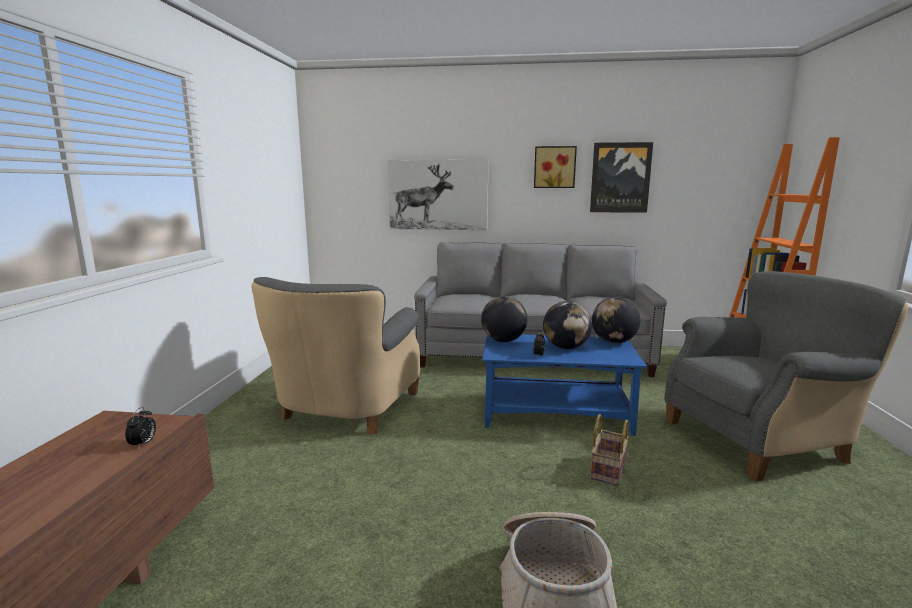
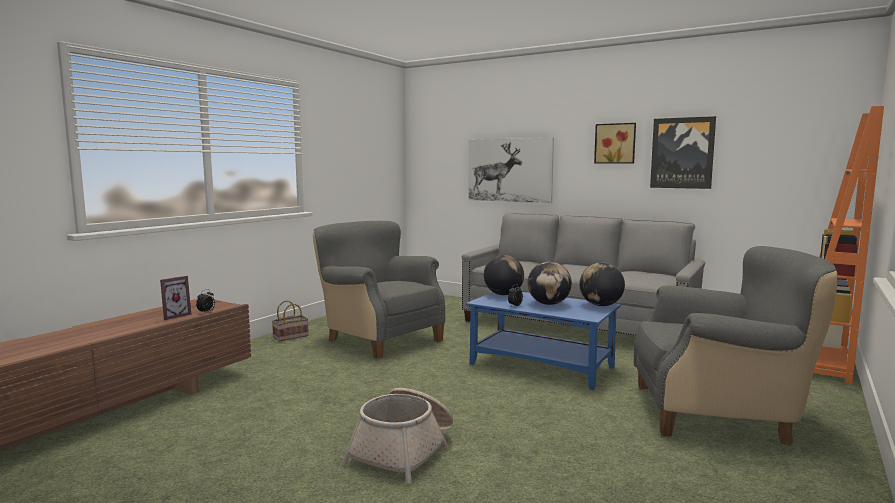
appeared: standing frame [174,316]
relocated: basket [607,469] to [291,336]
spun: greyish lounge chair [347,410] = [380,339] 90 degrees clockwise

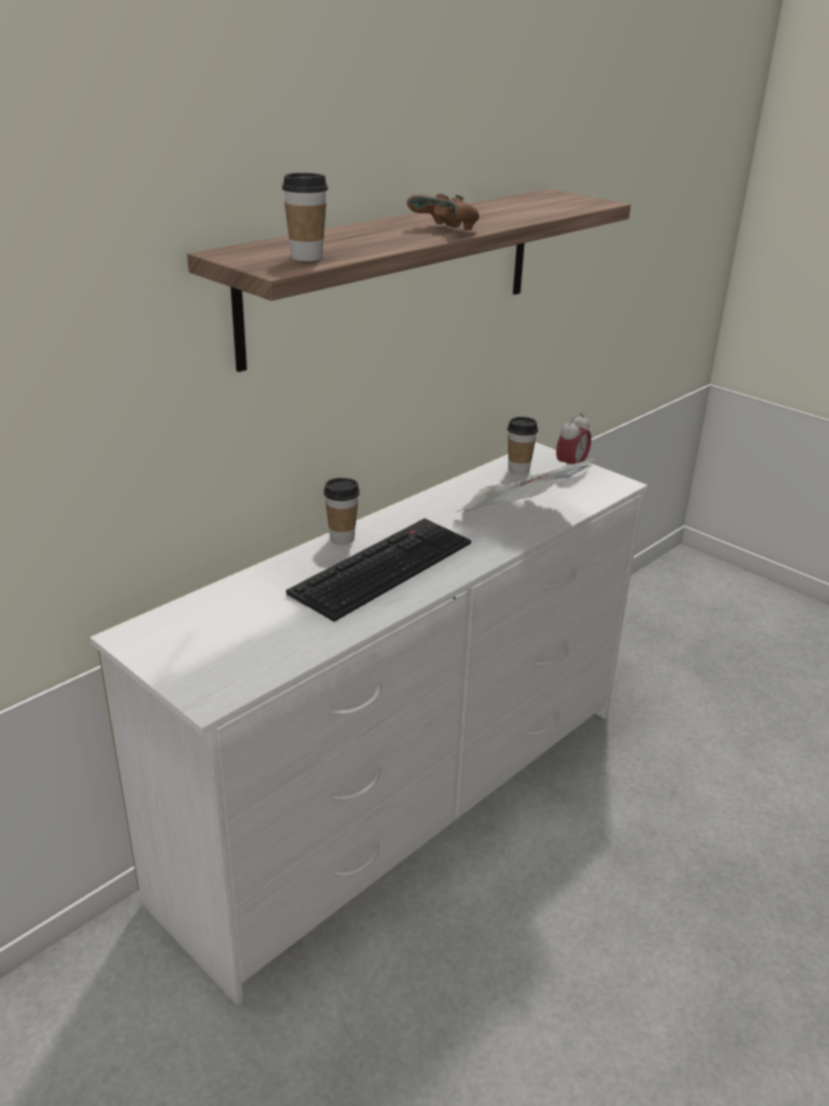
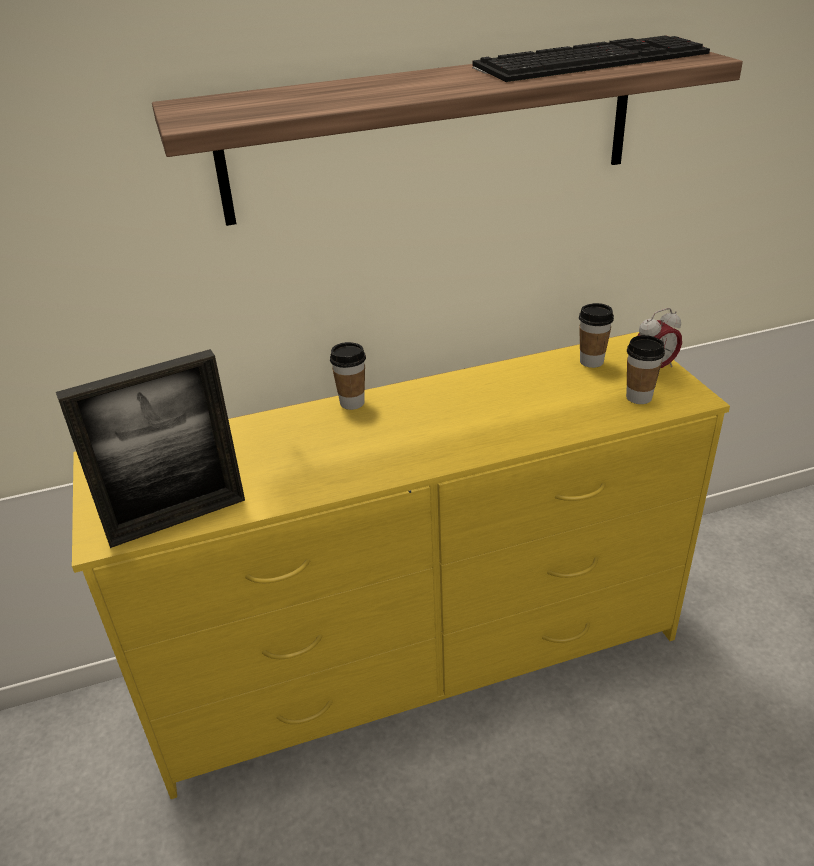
missing: brown joypad [446,229]; newspaper [519,518]
appeared: standing frame [177,519]
relocated: cup [306,257] to [639,397]; PC keyboard [382,566] to [591,60]
colour: white chest of drawers [404,800] to yellowish chest of drawers [418,661]

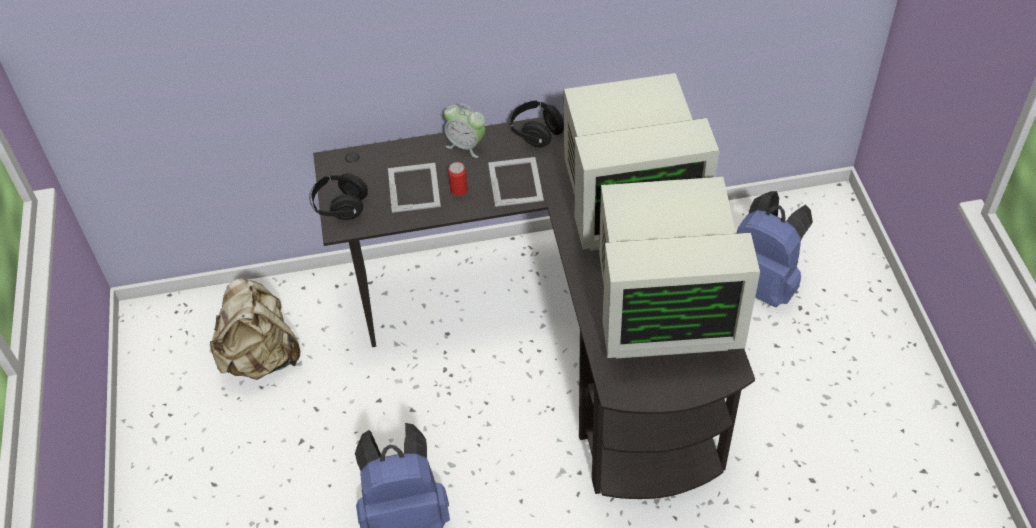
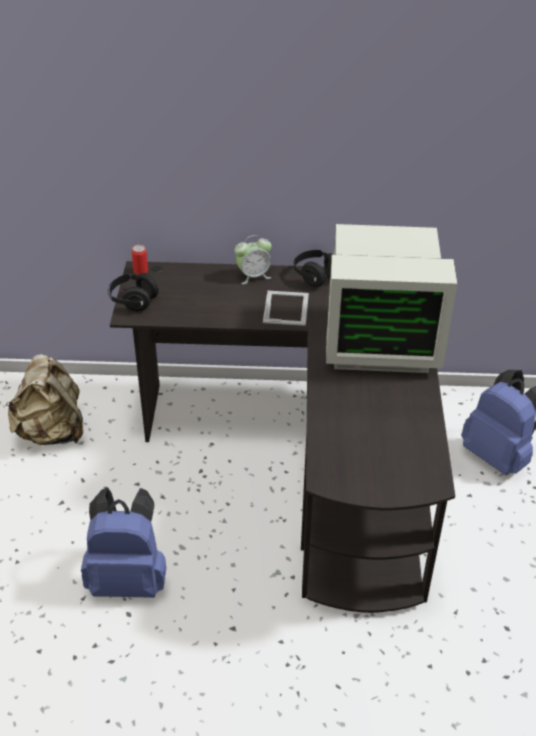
missing: standing frame [414,187]; computer screen [664,308]
relocated: can [459,190] to [140,271]
spun: table clock [466,145] = [253,276] 60 degrees counterclockwise

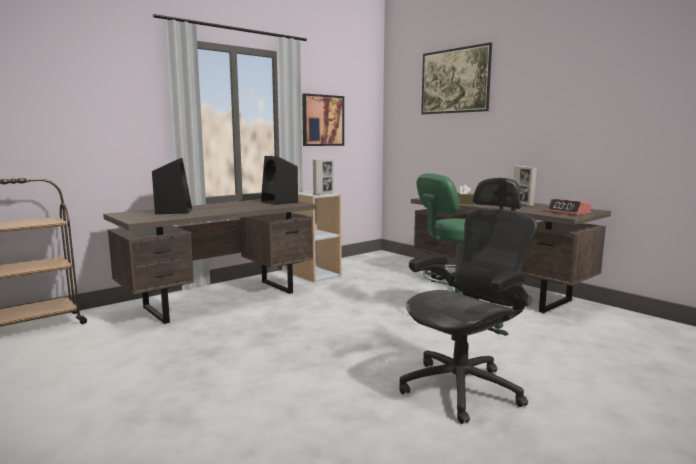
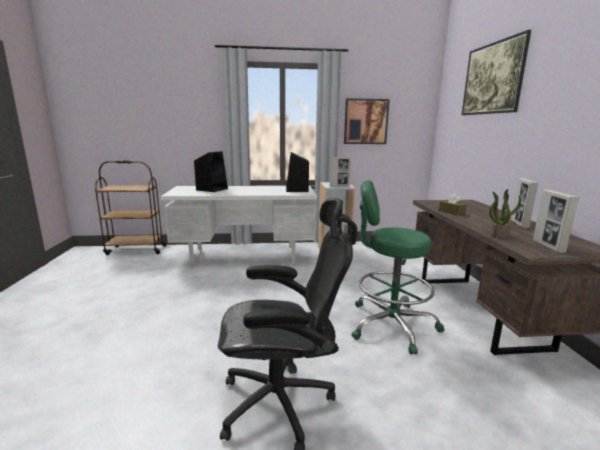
appeared: houseplant [499,235]
exchanged: table clock [568,212] to standing frame [548,246]
colour: brown desk [222,299] to white desk [245,256]

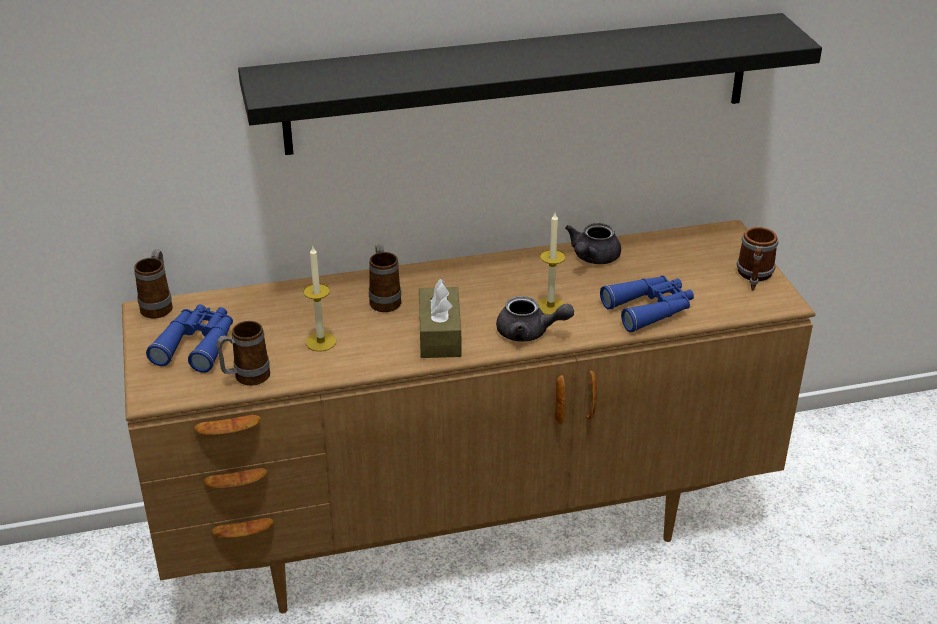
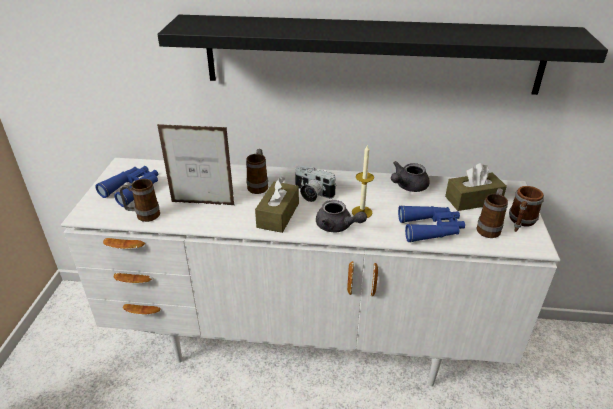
appeared: photo camera [312,194]; brown box of tissues [473,200]
relocated: coffee mug [159,305] to [489,228]
exchanged: wax candle [321,342] to standing frame [203,203]
colour: brown chest of drawers [467,533] to white chest of drawers [306,343]

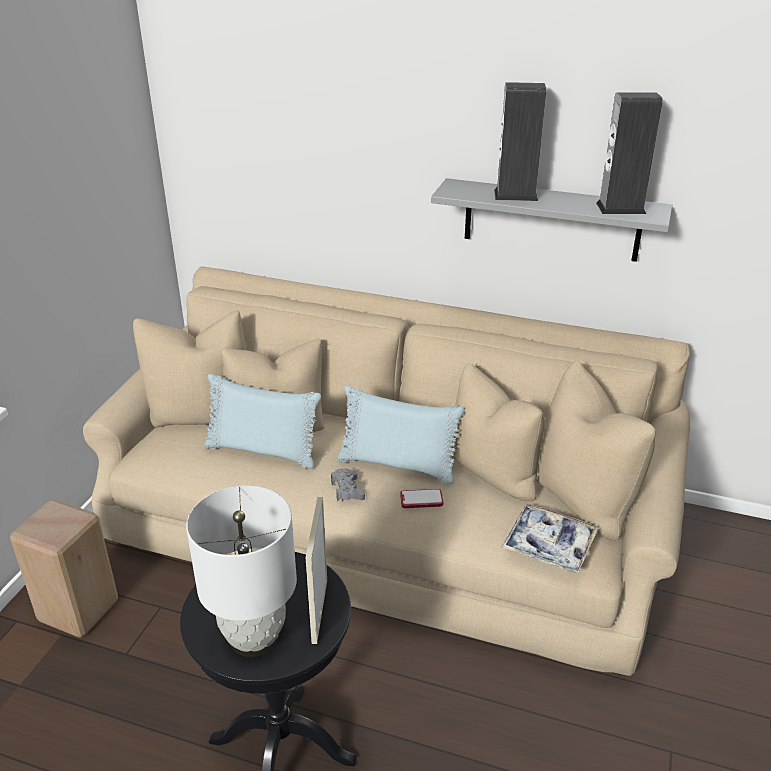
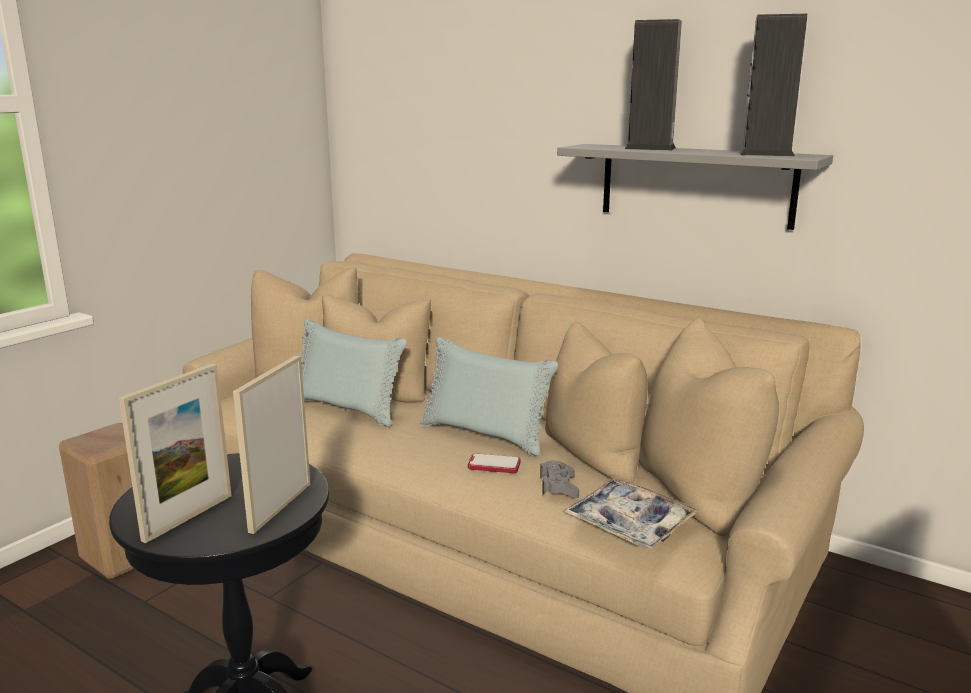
relocated: greyish joypad [347,490] to [559,486]
exchanged: white table lamp [254,637] to standing frame [188,517]

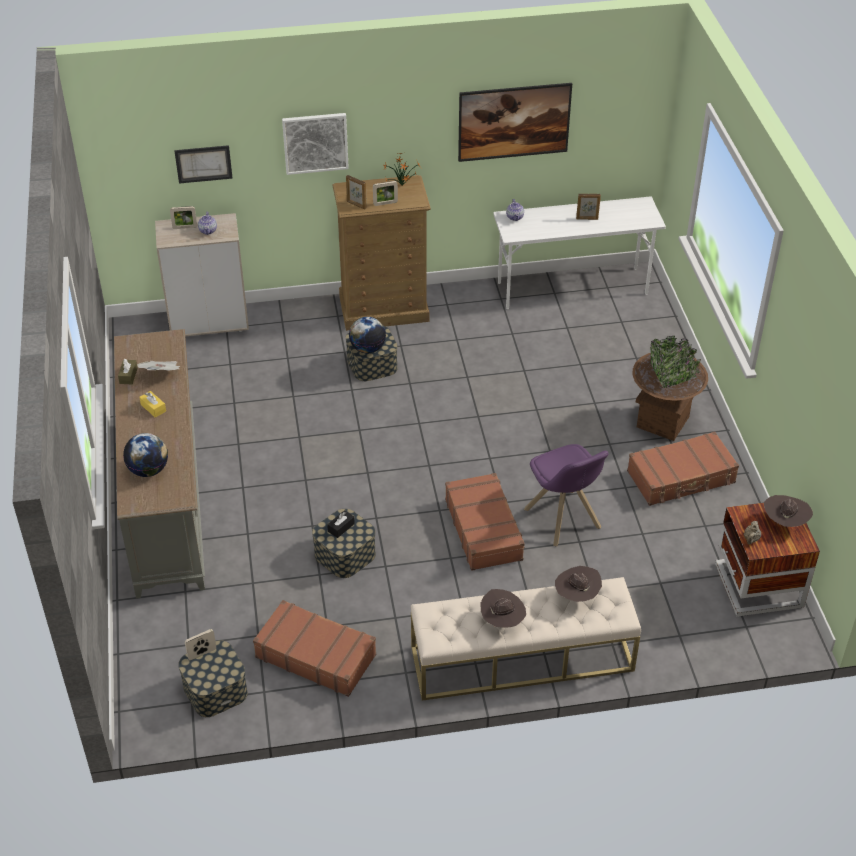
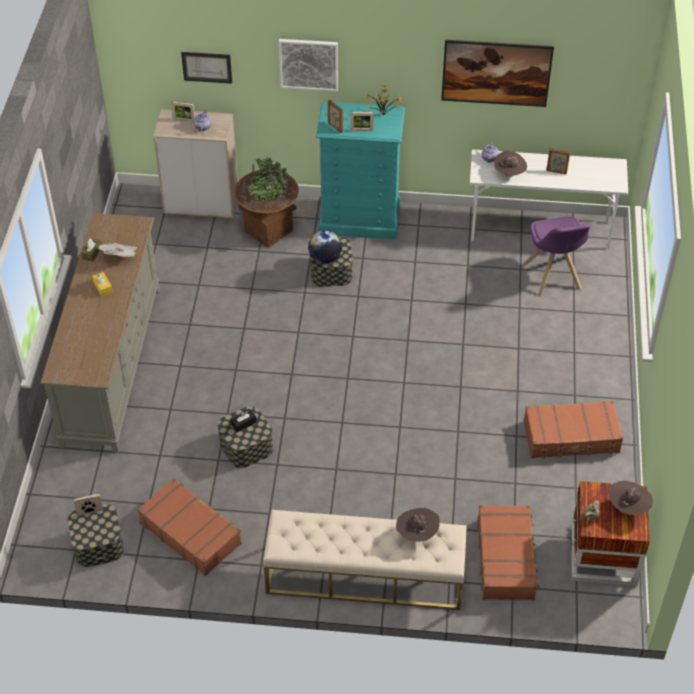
missing: globe [148,470]
relocated: brown suitcase [484,529] to [506,558]; brown hat [502,621] to [509,174]; purple-coloured plain chair [563,518] to [553,276]; brown planter [663,422] to [269,231]
colour: brown chest of drawers [384,309] to turquoise-coloured chest of drawers [360,219]

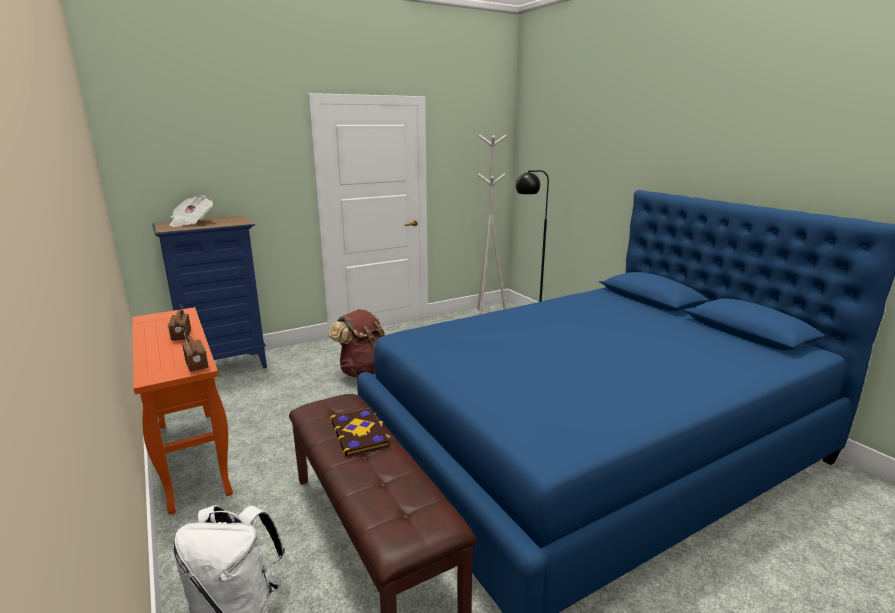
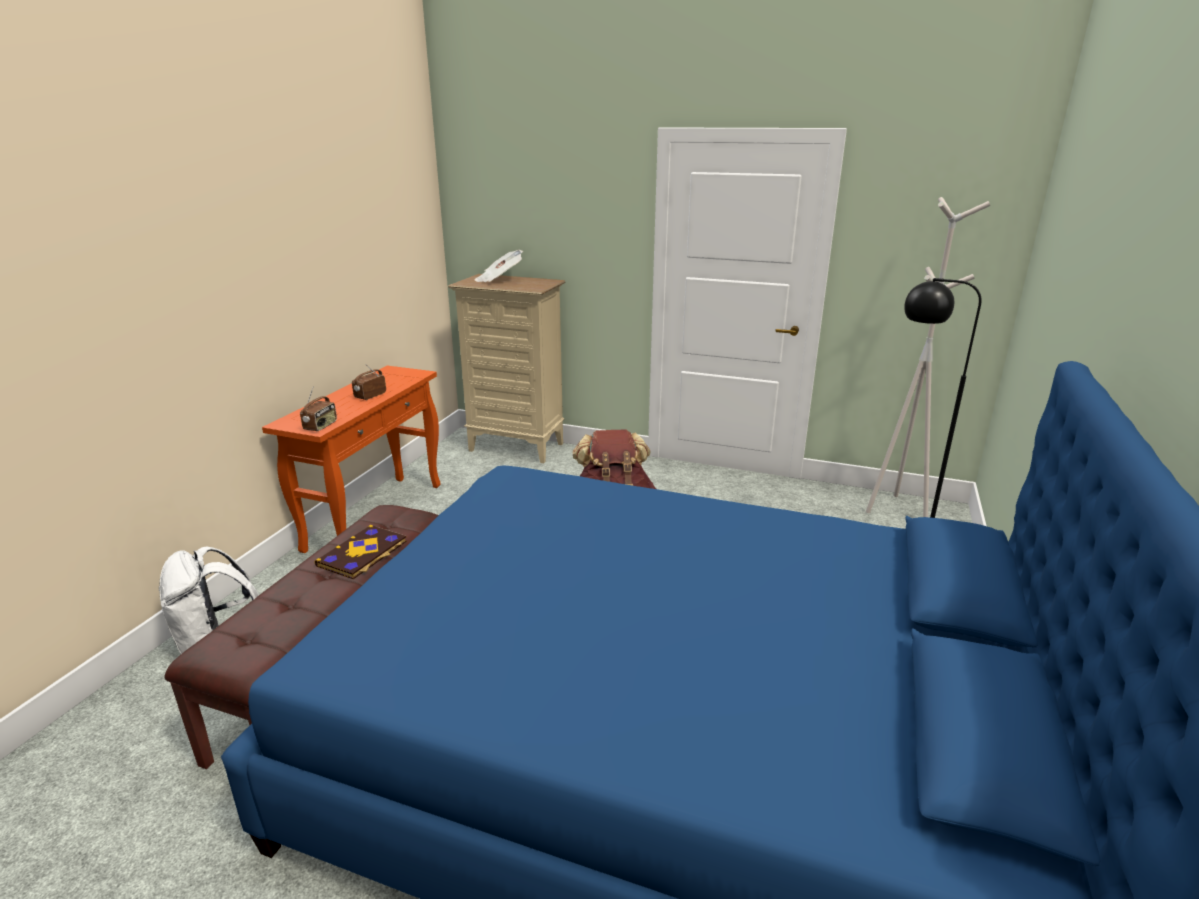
colour: blue-coloured chest of drawers [227,367] to beige chest of drawers [517,448]

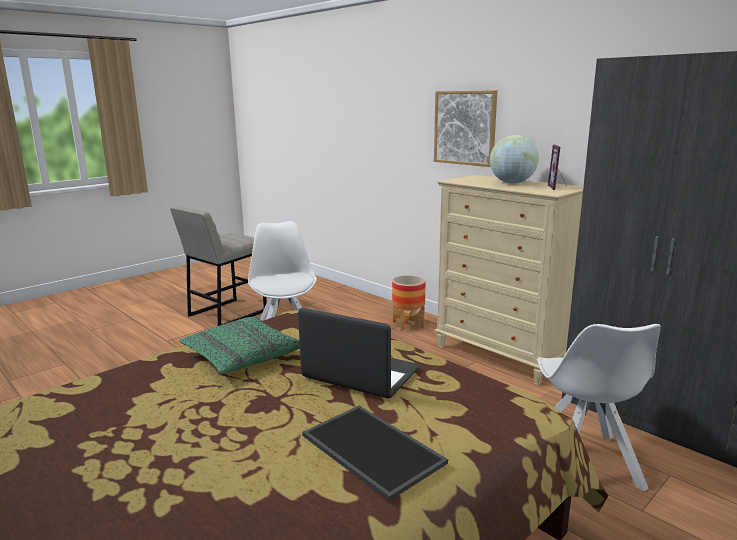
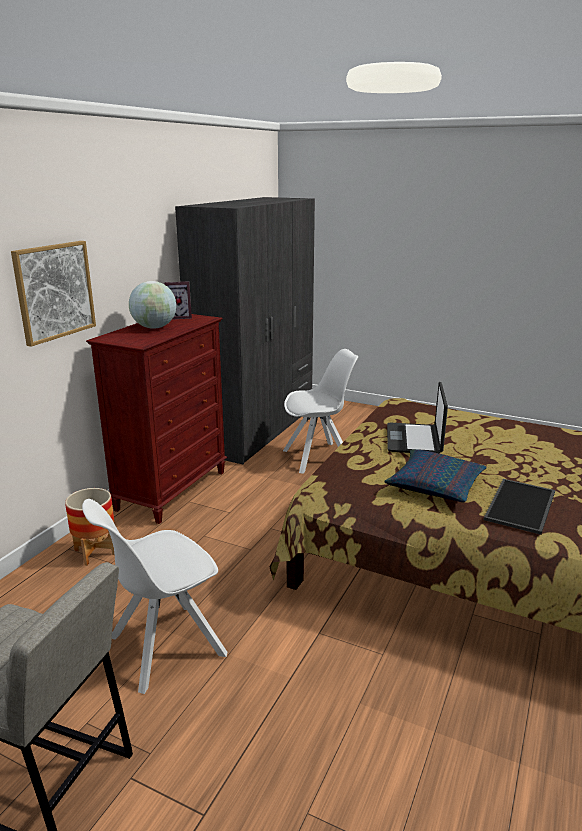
relocated: serving tray [369,449] to [521,506]
colour: green throw pillow [242,356] to blue-coloured throw pillow [435,486]; beige chest of drawers [501,356] to red-coloured chest of drawers [172,490]

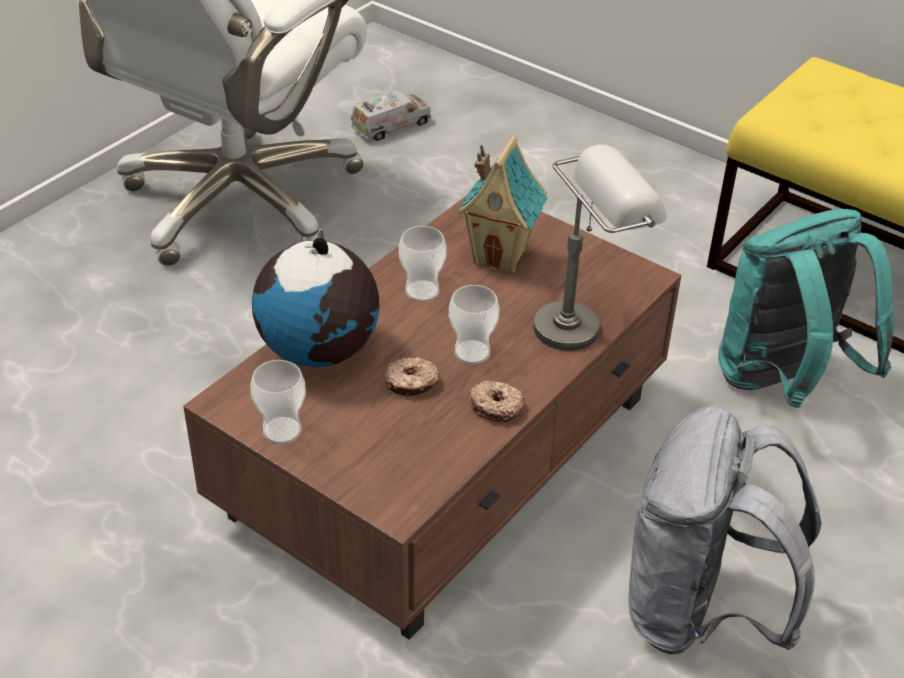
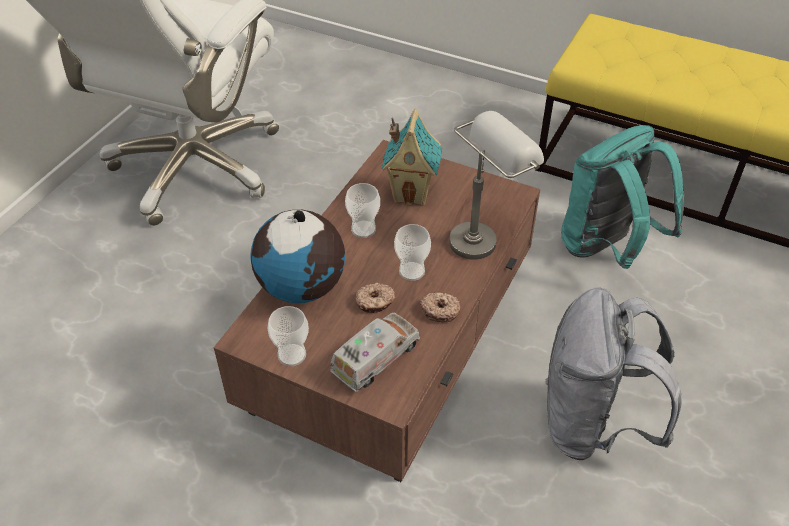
relocated: model truck [391,126] to [375,359]

